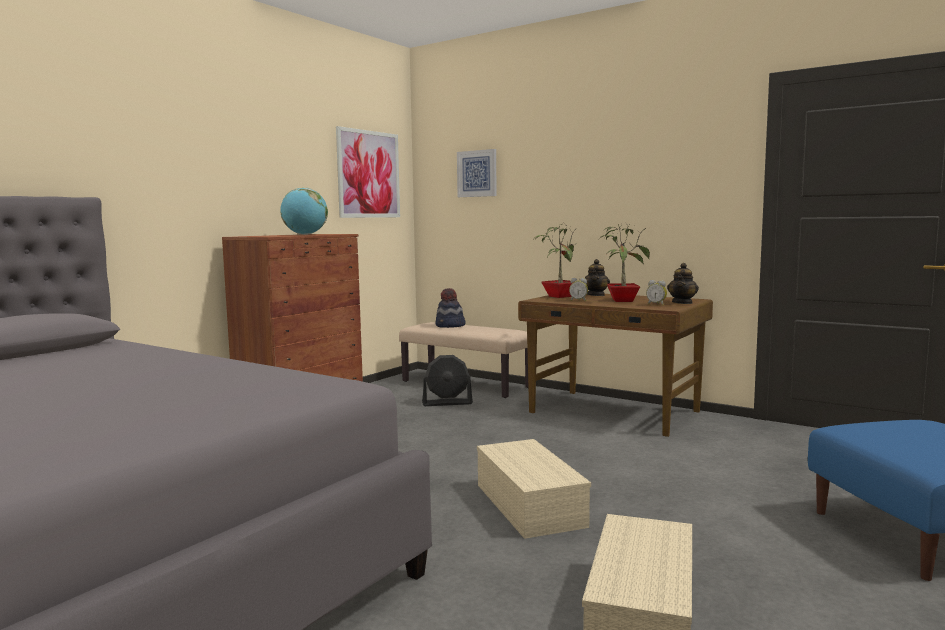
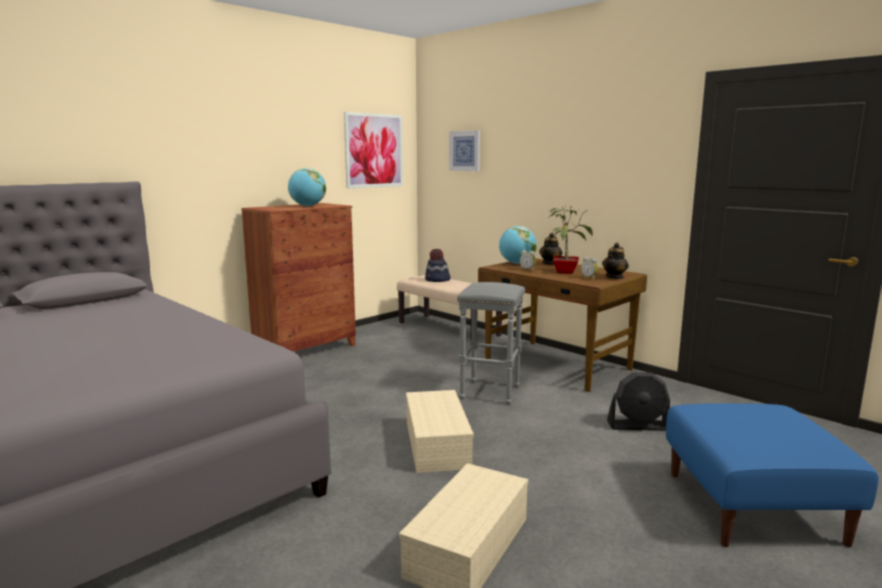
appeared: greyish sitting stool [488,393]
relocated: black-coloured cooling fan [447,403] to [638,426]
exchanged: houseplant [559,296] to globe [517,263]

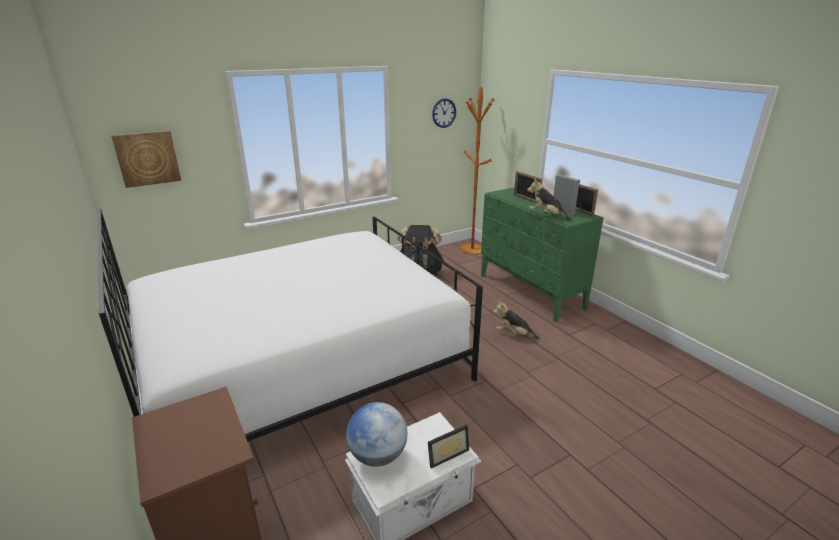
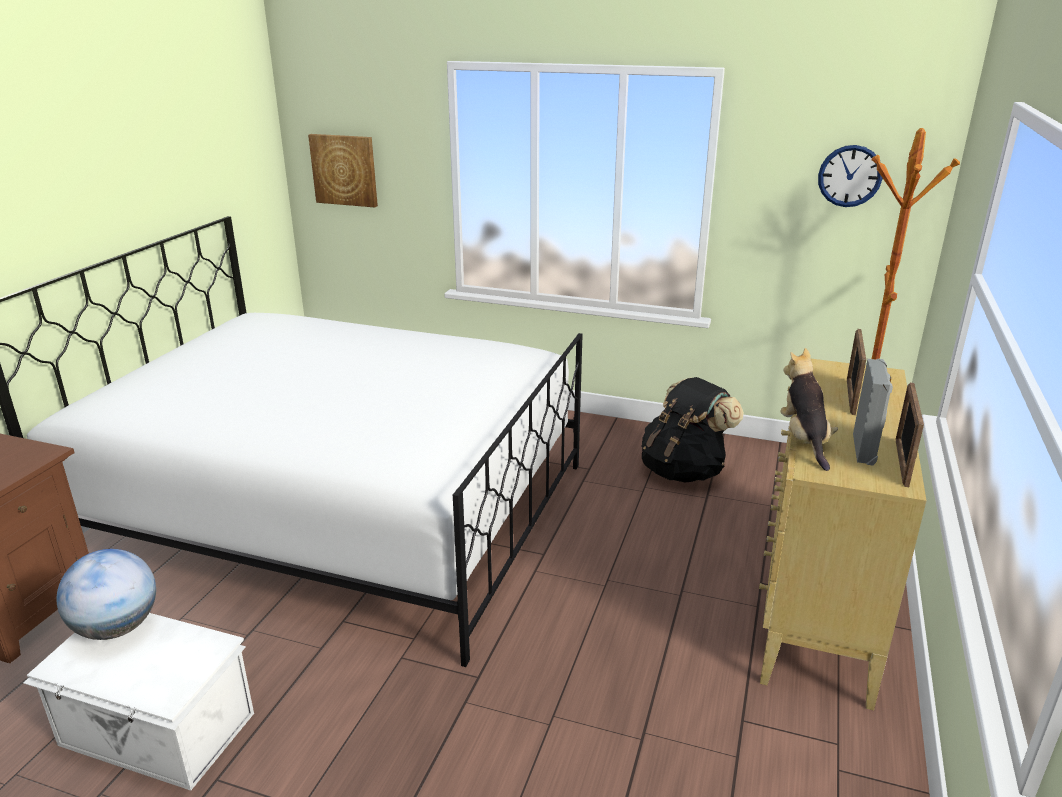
missing: standing frame [446,453]; soft toy [513,334]
colour: green chest of drawers [529,292] to beige chest of drawers [814,606]

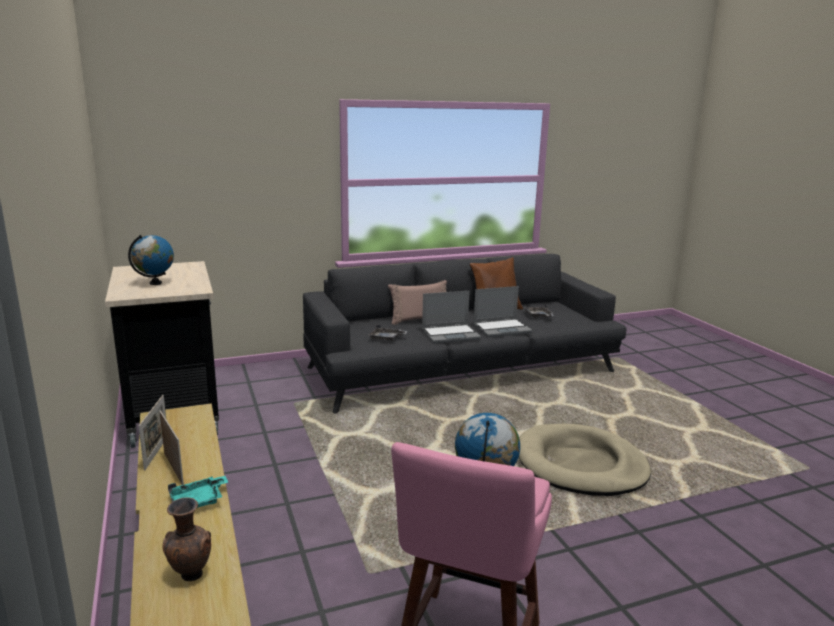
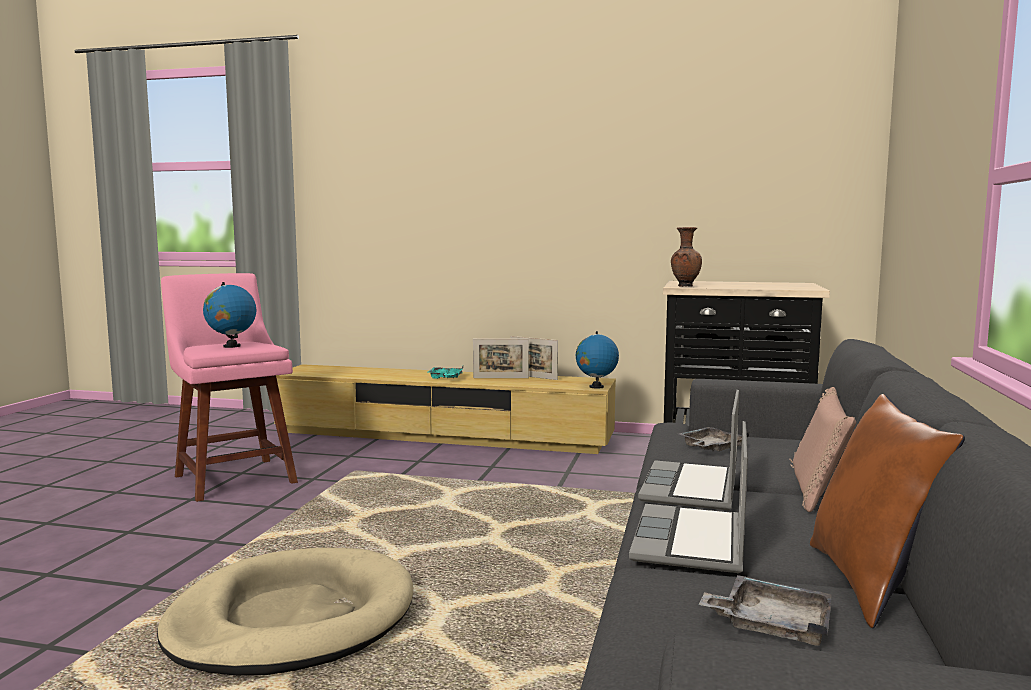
relocated: globe [155,283] to [596,387]; brown vase [190,576] to [685,286]

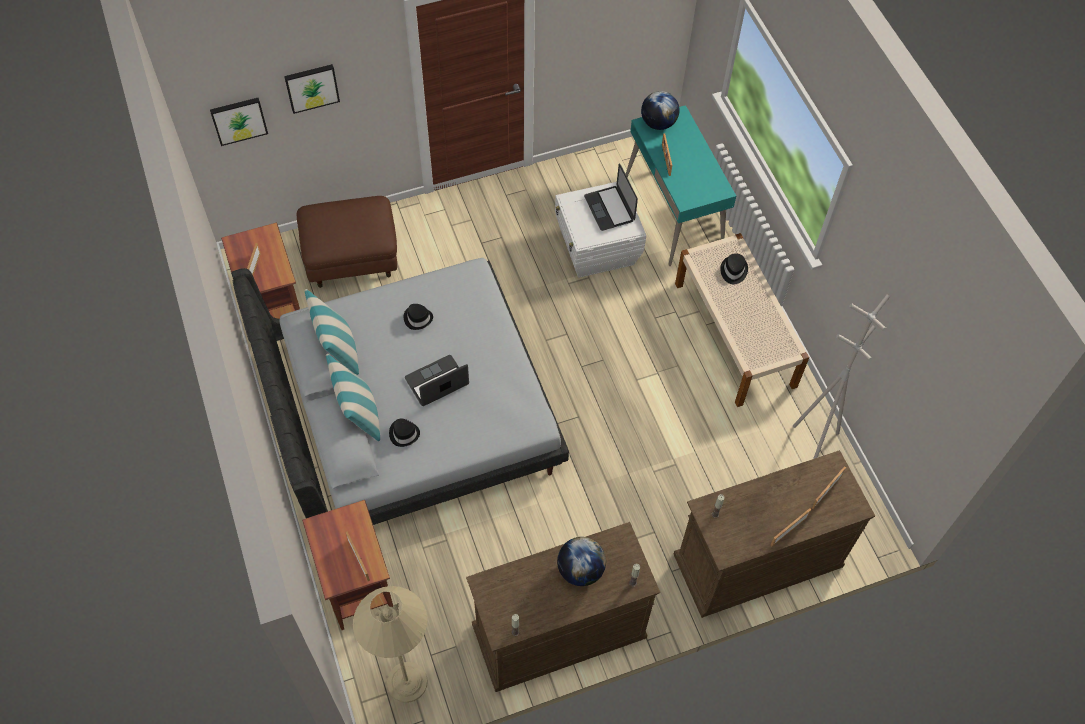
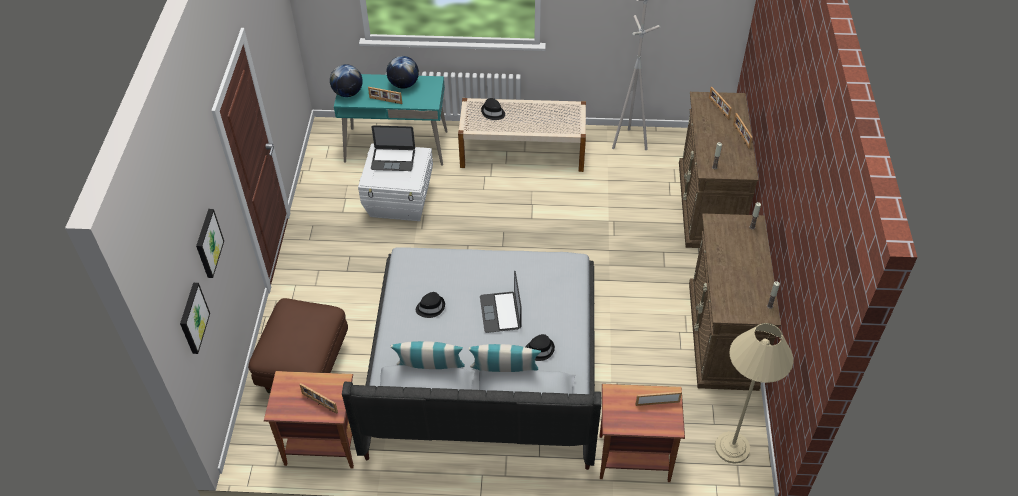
relocated: globe [580,570] to [404,84]

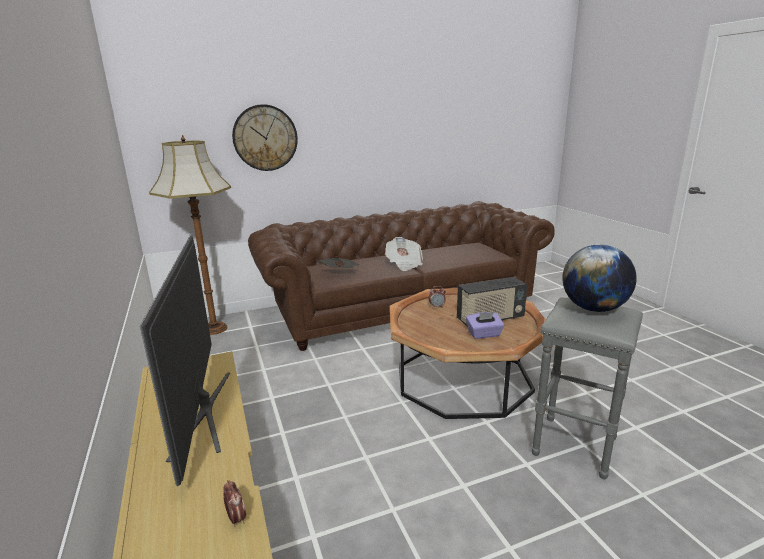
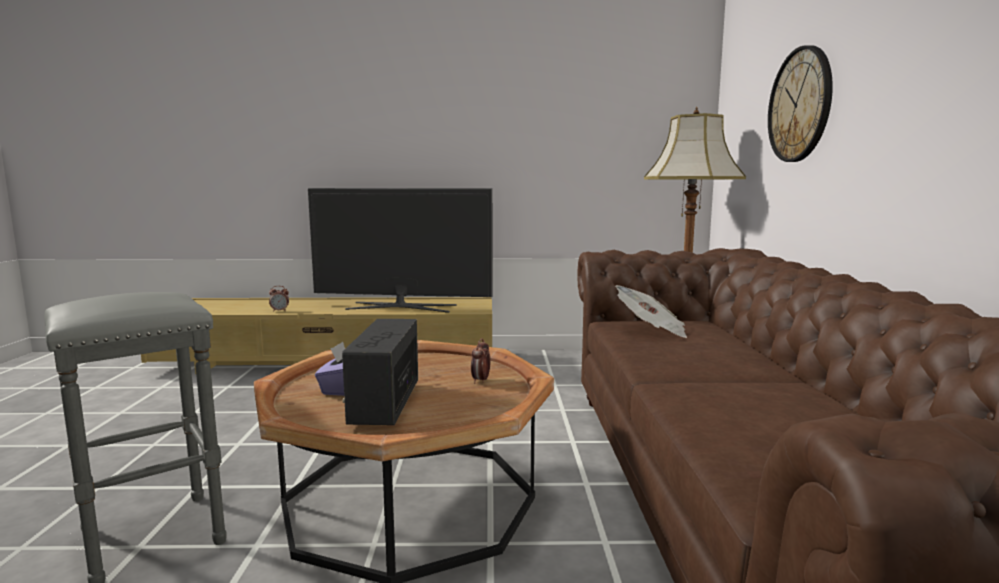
missing: newspaper [404,264]; globe [594,308]

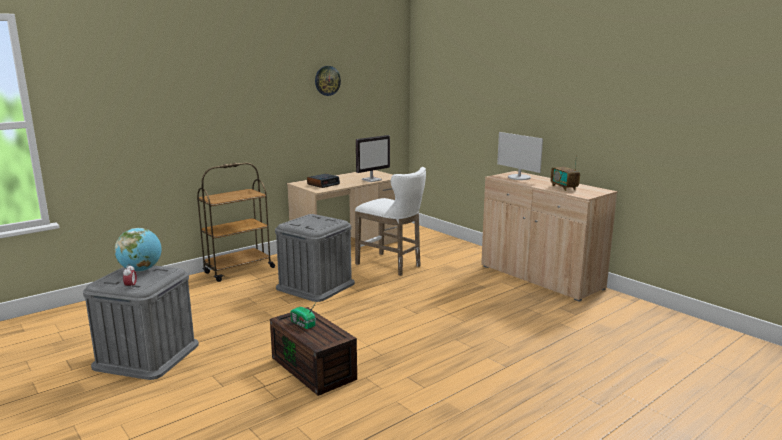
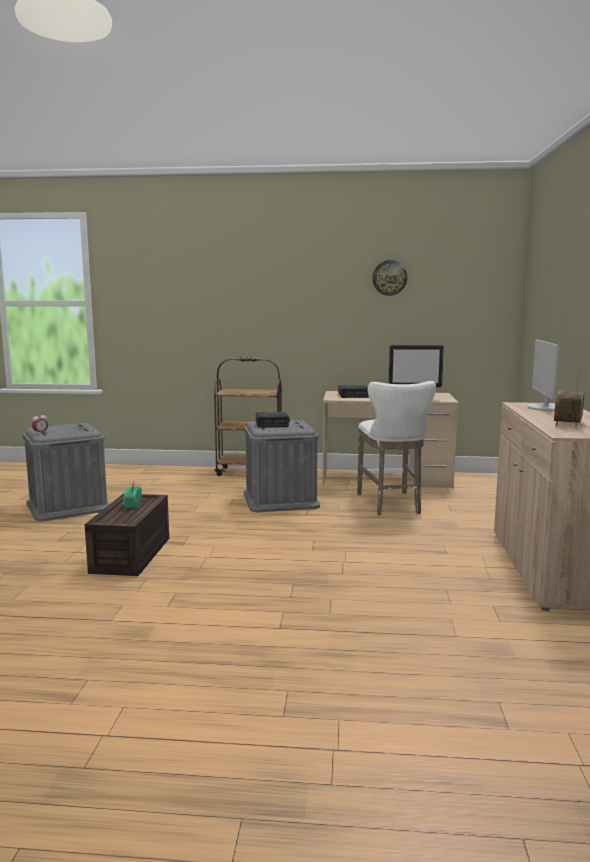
missing: globe [141,270]
appeared: table clock [272,424]

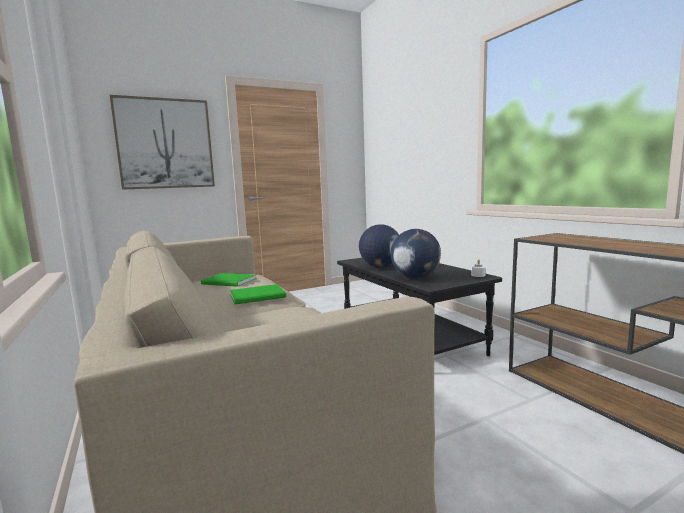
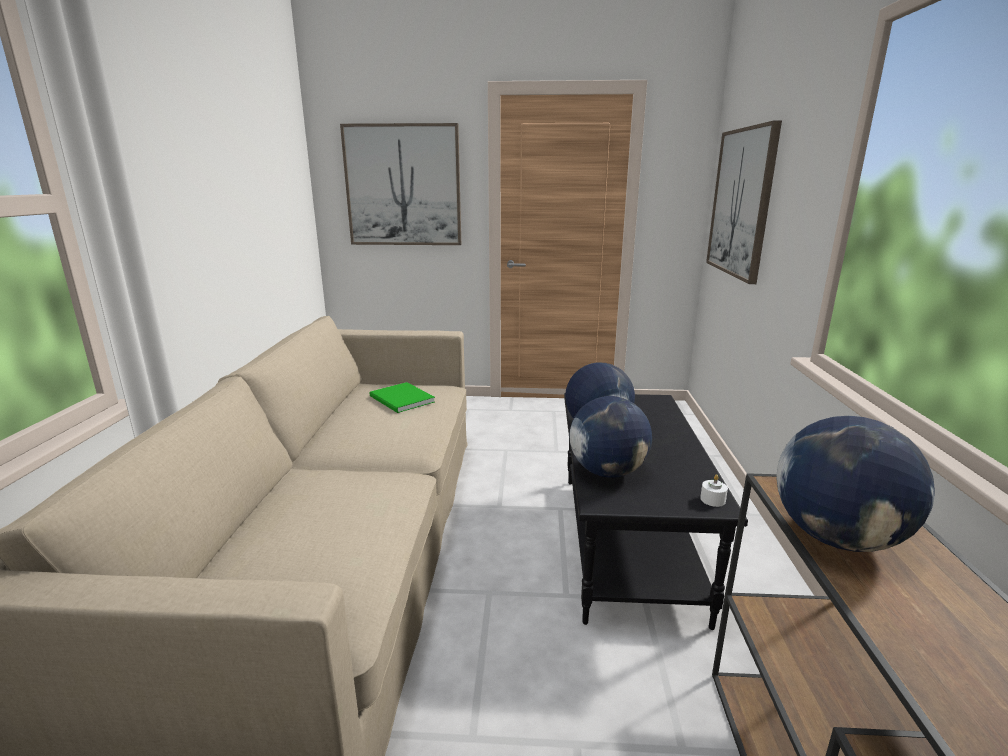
missing: green bound book [259,296]
appeared: wall picture [741,202]; globe [837,538]

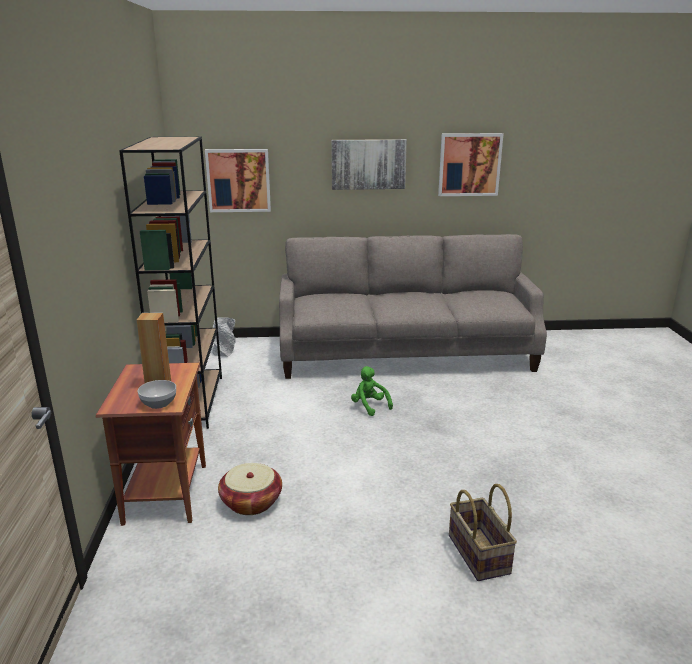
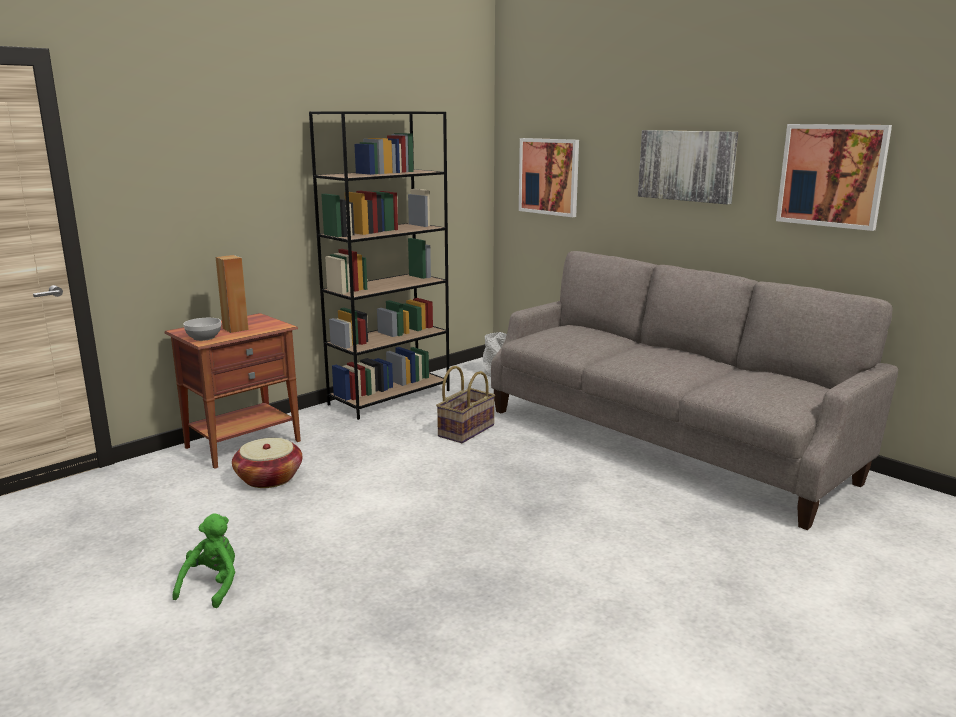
relocated: green soft toy [369,406] to [212,585]; basket [477,554] to [465,430]

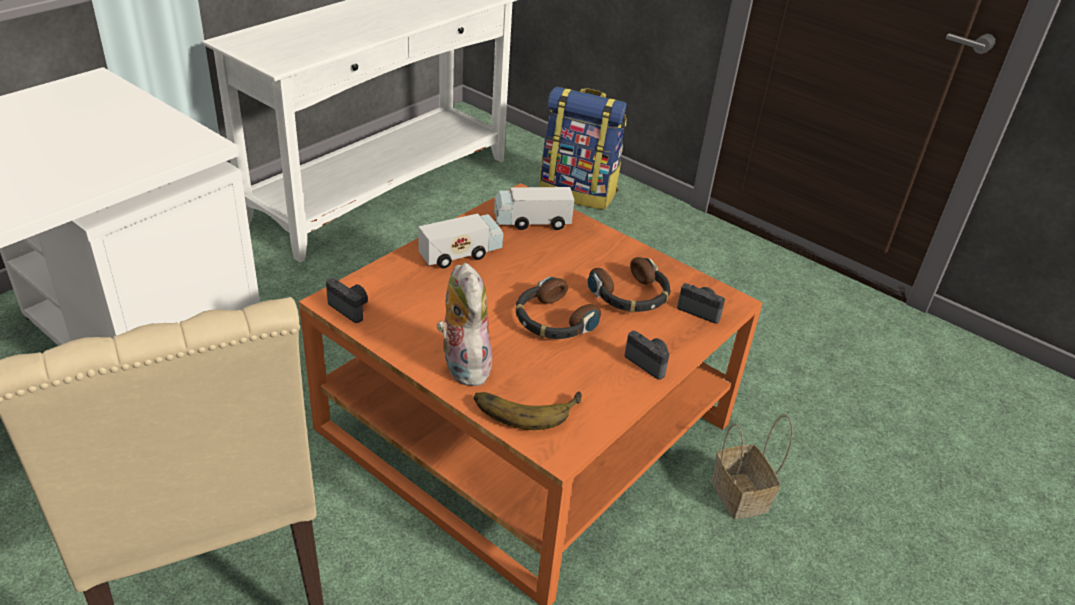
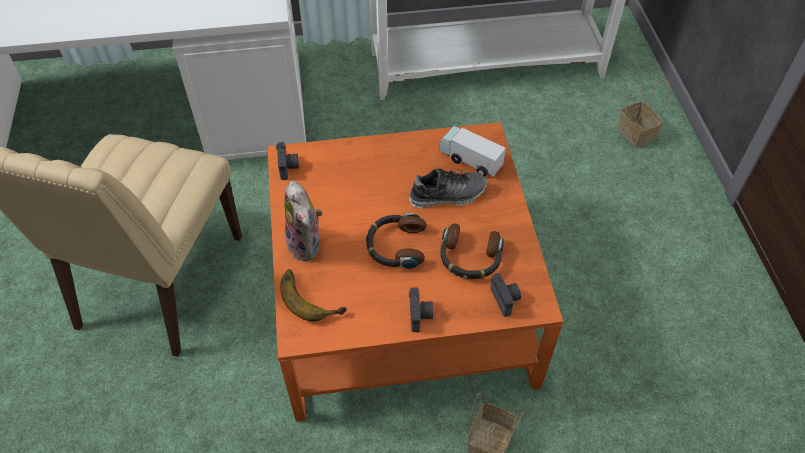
missing: model truck [461,254]
appeared: item of footwear [447,195]
exchanged: rucksack [579,192] to basket [637,134]
spun: soft toy [462,365] = [307,245] 135 degrees clockwise

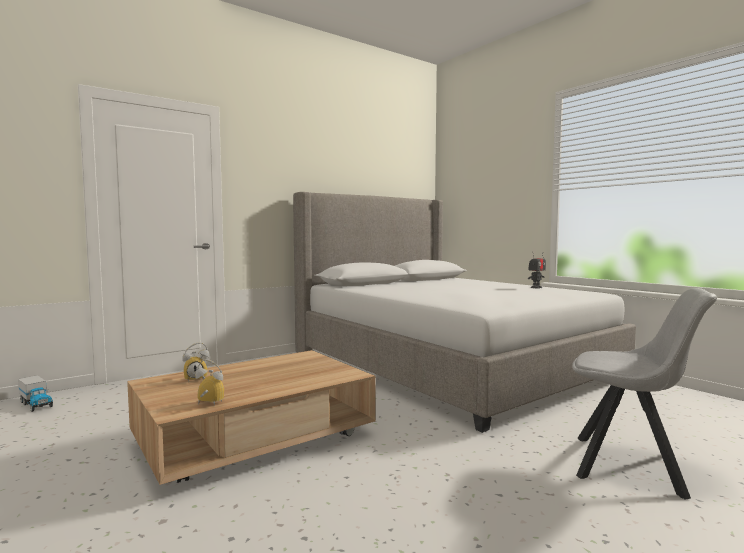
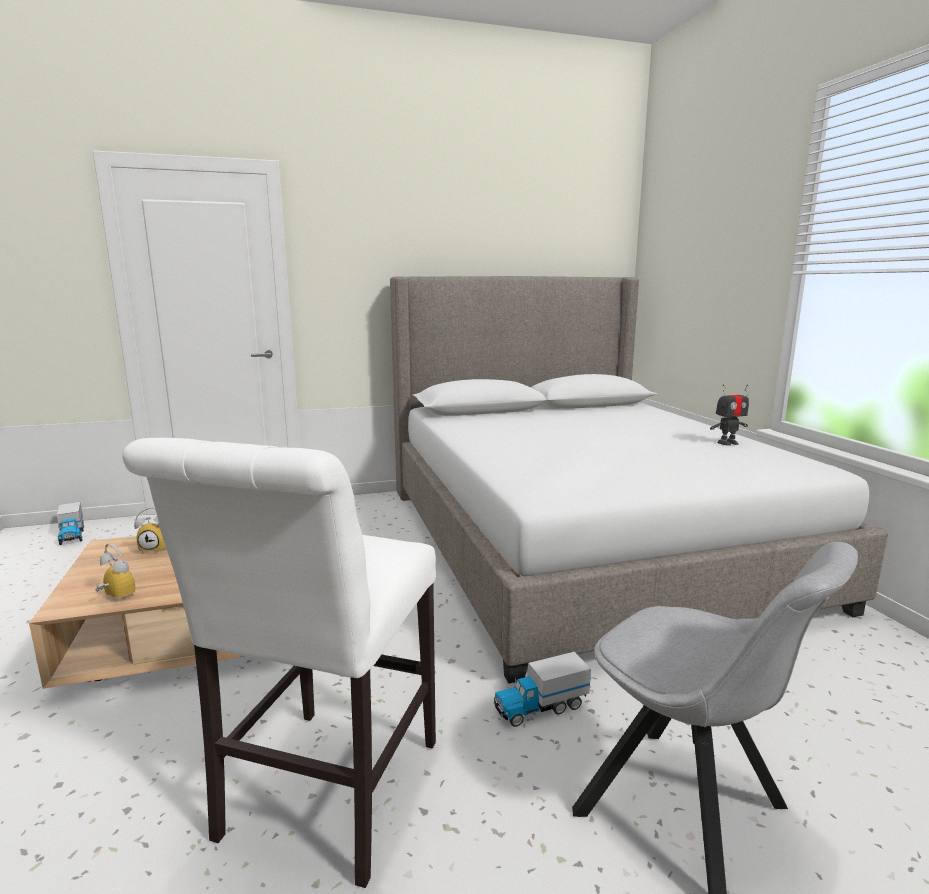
appeared: white sitting stool [323,798]; model truck [540,707]

